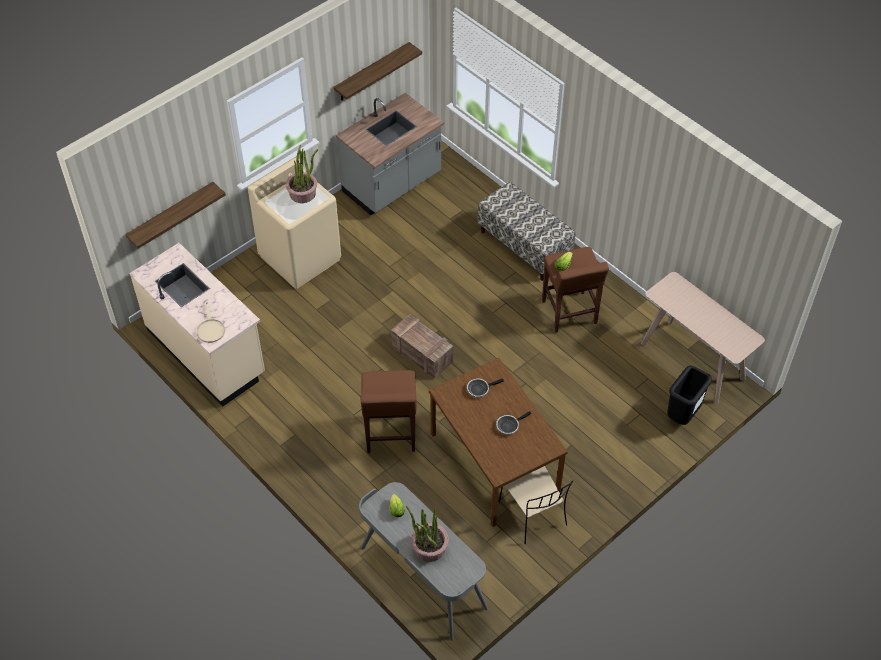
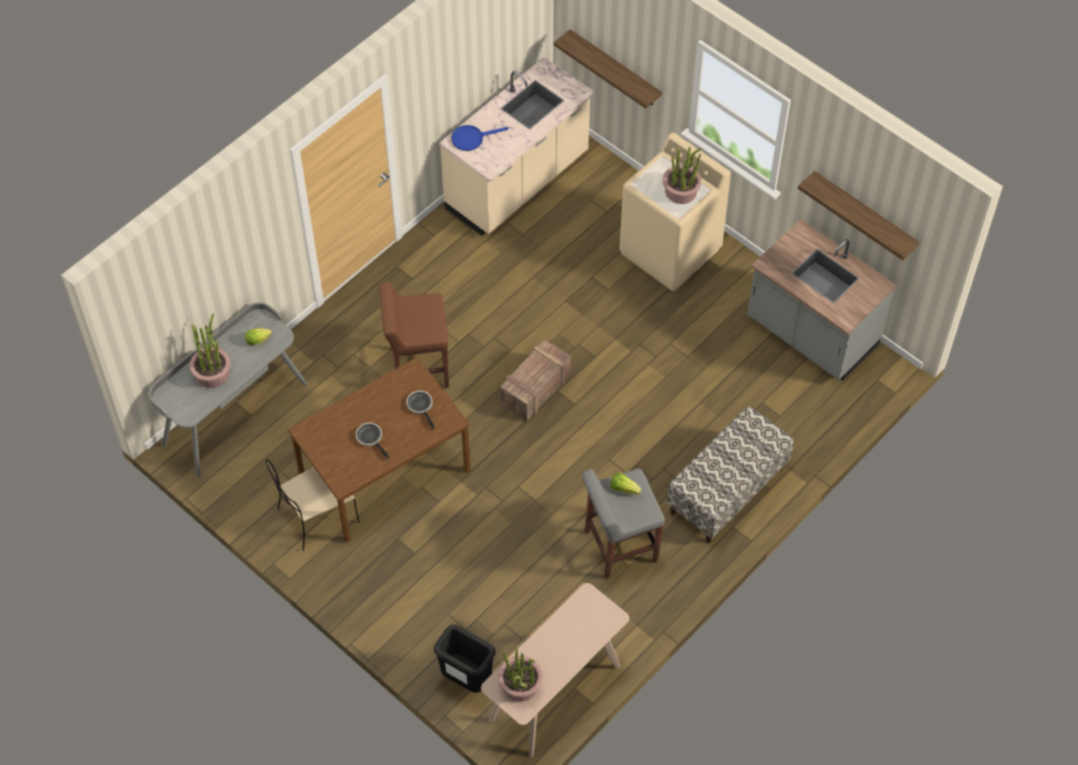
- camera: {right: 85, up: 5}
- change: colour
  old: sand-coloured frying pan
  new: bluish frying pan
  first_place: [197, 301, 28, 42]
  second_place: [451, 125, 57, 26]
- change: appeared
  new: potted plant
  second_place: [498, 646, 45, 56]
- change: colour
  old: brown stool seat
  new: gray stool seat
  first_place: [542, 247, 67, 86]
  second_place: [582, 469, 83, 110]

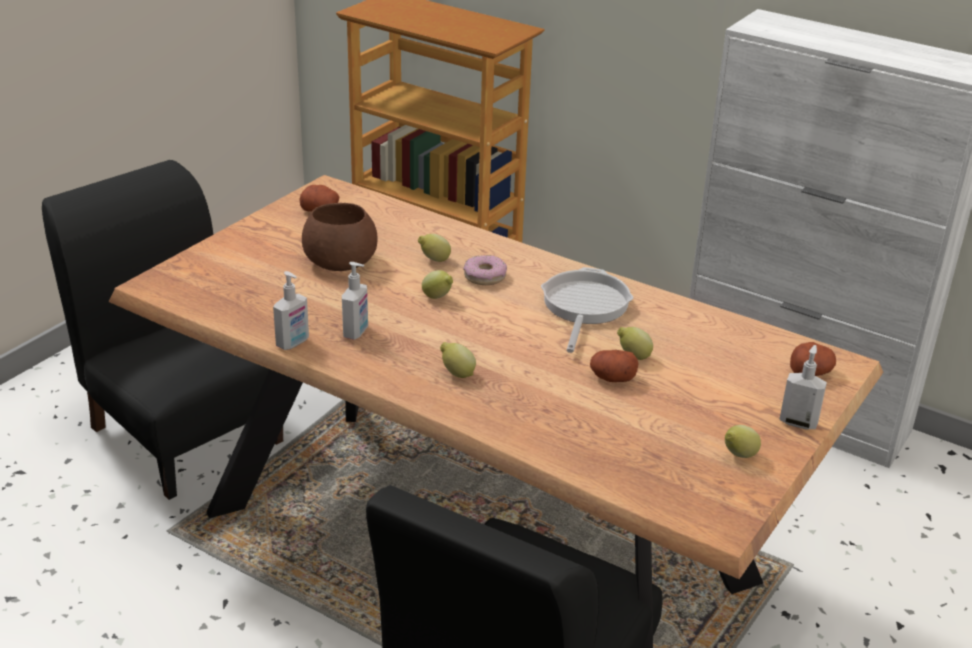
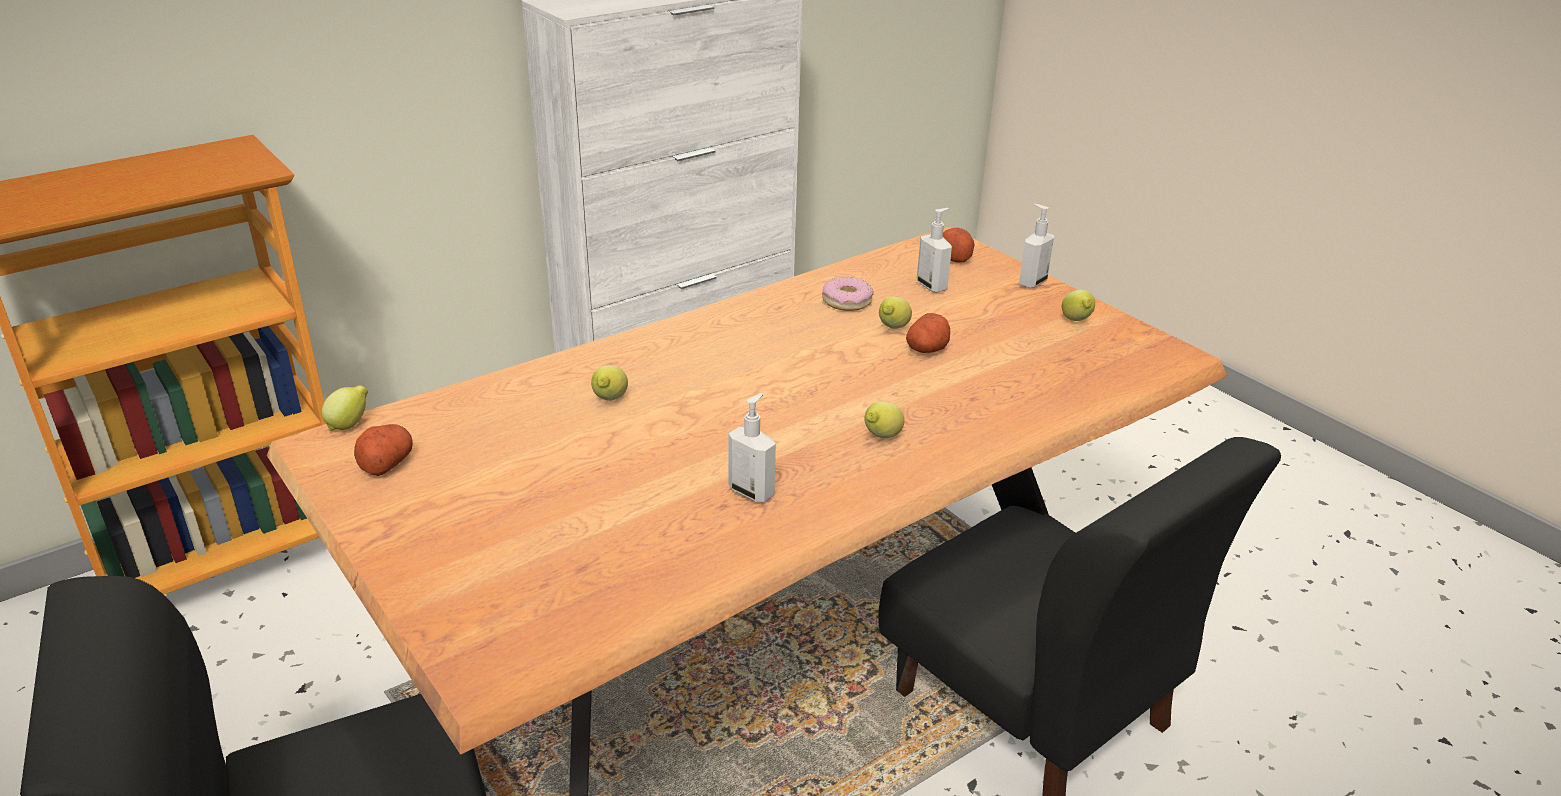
- camera: {right: -70, up: 0}
- change: relocated
  old: whole lemon
  first_place: [422, 270, 31, 29]
  second_place: [321, 385, 47, 46]
- change: relocated
  old: ring doughnut
  first_place: [463, 255, 44, 30]
  second_place: [822, 277, 52, 34]
- change: relocated
  old: soap bottle
  first_place: [273, 271, 36, 79]
  second_place: [917, 208, 35, 85]
- change: missing
  old: brown bowl
  first_place: [302, 203, 76, 68]
- change: missing
  old: frying pan
  first_place: [541, 267, 92, 86]

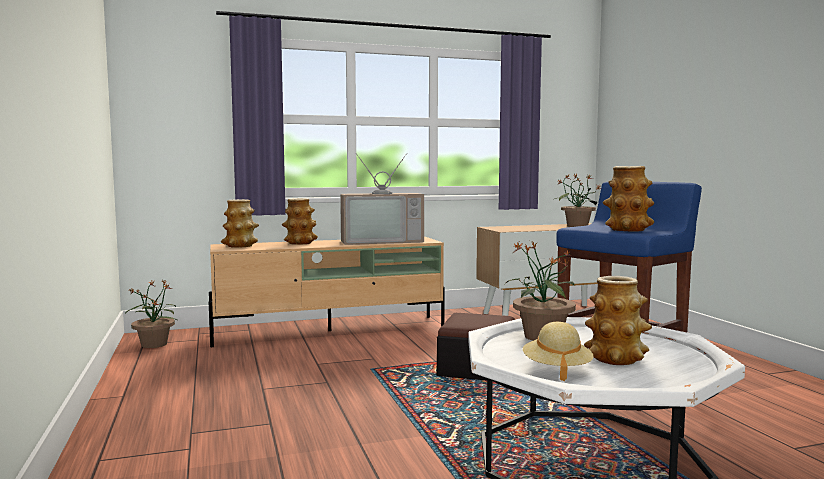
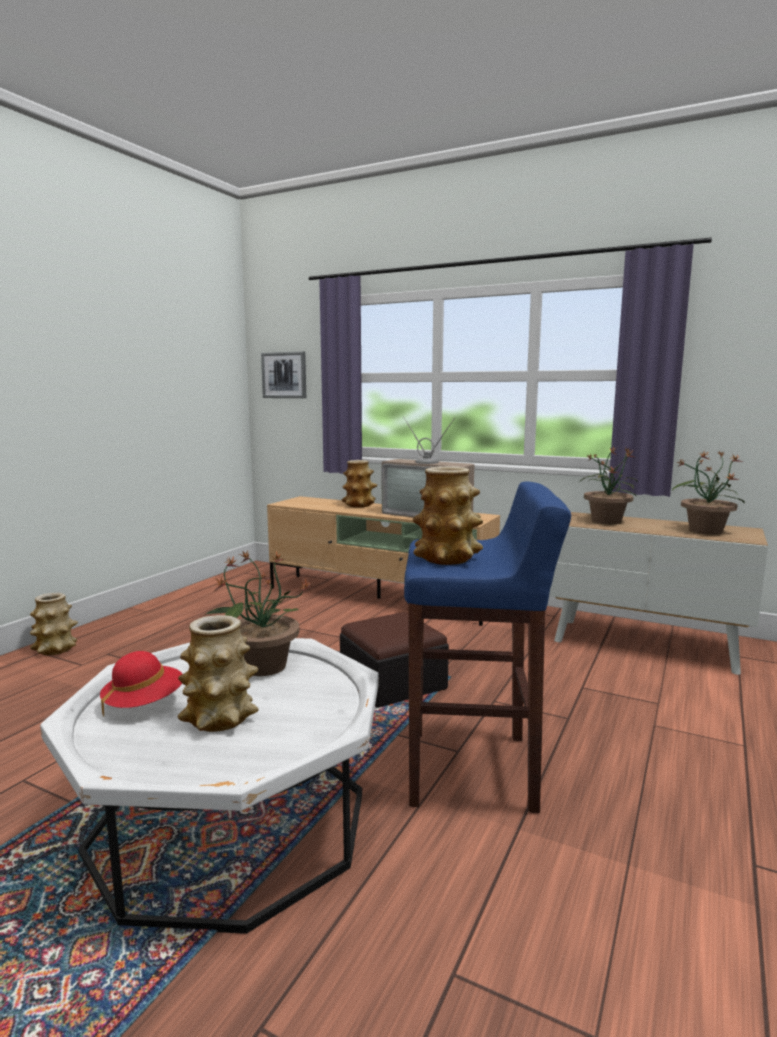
- camera: {right: 45, up: 5}
- change: relocated
  old: decorative vase
  first_place: [221, 199, 38, 49]
  second_place: [30, 593, 48, 62]
- change: colour
  old: sand-coloured wearable hat
  new: reddish wearable hat
  first_place: [523, 322, 71, 59]
  second_place: [100, 651, 82, 66]
- change: appeared
  new: picture
  second_place: [261, 352, 45, 46]
- change: relocated
  old: potted plant
  first_place: [125, 281, 53, 67]
  second_place: [579, 446, 59, 78]

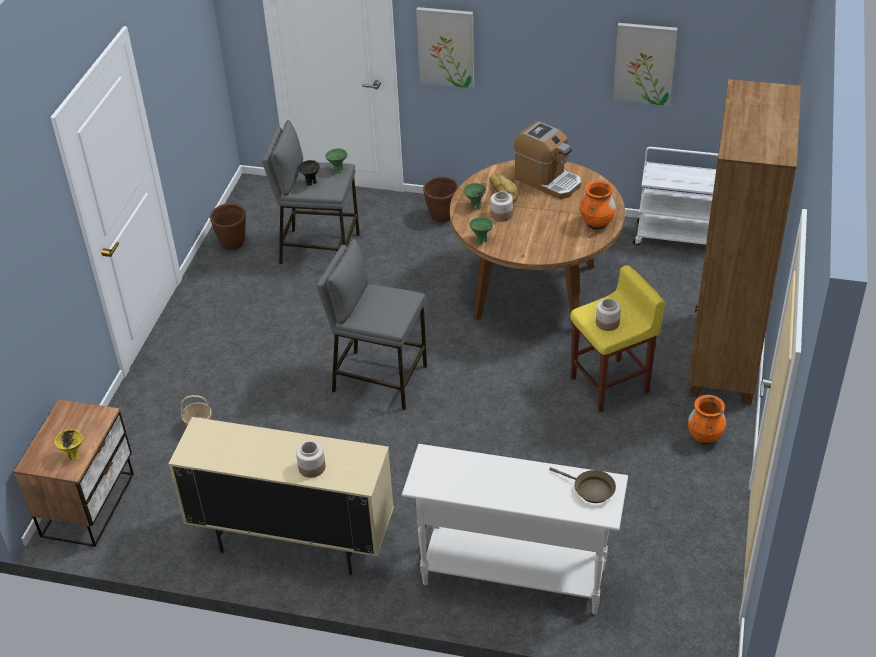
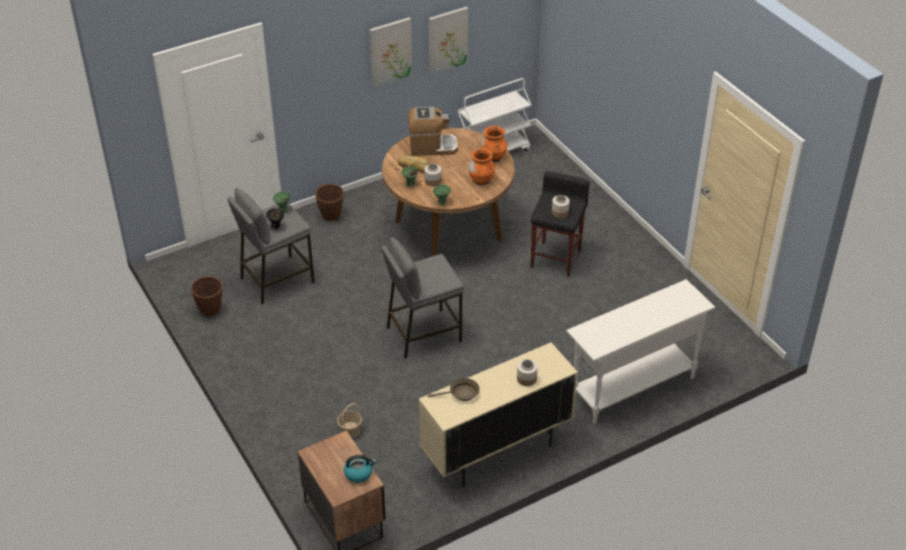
- camera: {right: -45, up: 0}
- change: exchanged
  old: yellowish bowl
  new: kettle
  first_place: [55, 430, 28, 31]
  second_place: [344, 455, 32, 28]
- change: relocated
  old: picture
  first_place: [416, 7, 58, 81]
  second_place: [370, 17, 42, 70]
- change: relocated
  old: brown frying pan
  first_place: [549, 467, 67, 36]
  second_place: [428, 378, 52, 23]
- change: relocated
  old: orange-coloured decorative vase
  first_place: [688, 395, 38, 50]
  second_place: [468, 148, 27, 37]
- change: colour
  old: yellowish stool seat
  new: black stool seat
  first_place: [570, 265, 95, 148]
  second_place: [531, 171, 59, 106]
- change: missing
  old: brown shelving unit
  first_place: [688, 79, 113, 326]

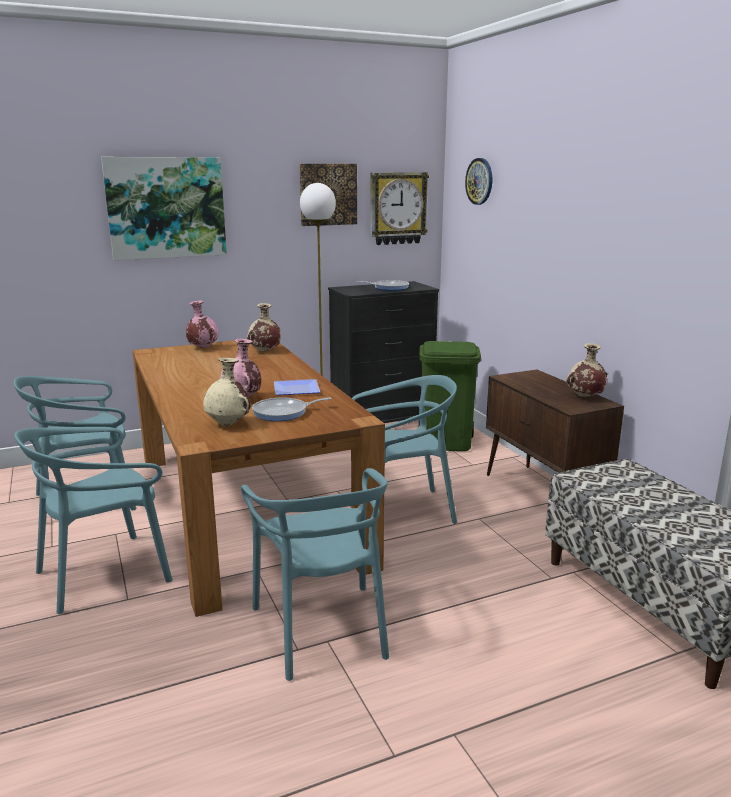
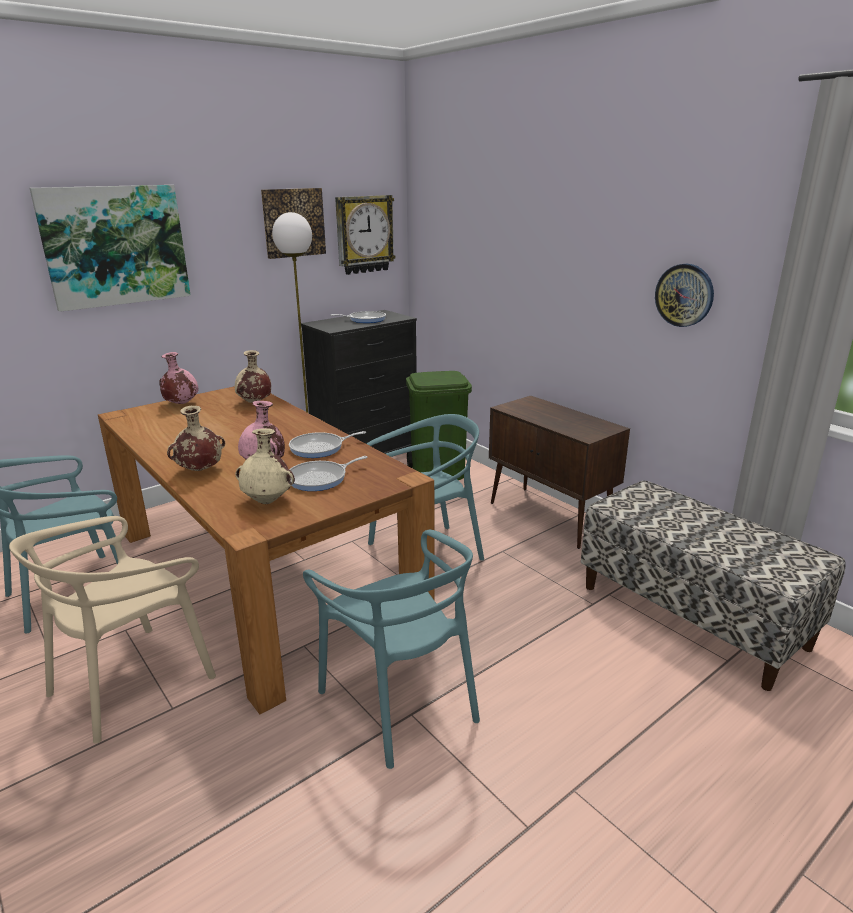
- camera: {right: -15, up: 5}
- change: colour
  old: turquoise upright chair
  new: sand-coloured upright chair
  first_place: [14, 427, 159, 187]
  second_place: [9, 516, 207, 228]
- change: relocated
  old: sand-coloured decorative vase
  first_place: [566, 343, 41, 54]
  second_place: [167, 406, 58, 65]
- change: exchanged
  old: dinner plate
  new: frying pan
  first_place: [274, 379, 46, 16]
  second_place: [289, 431, 77, 27]
- change: relocated
  old: hanging clock
  first_place: [465, 158, 27, 47]
  second_place: [655, 264, 59, 63]

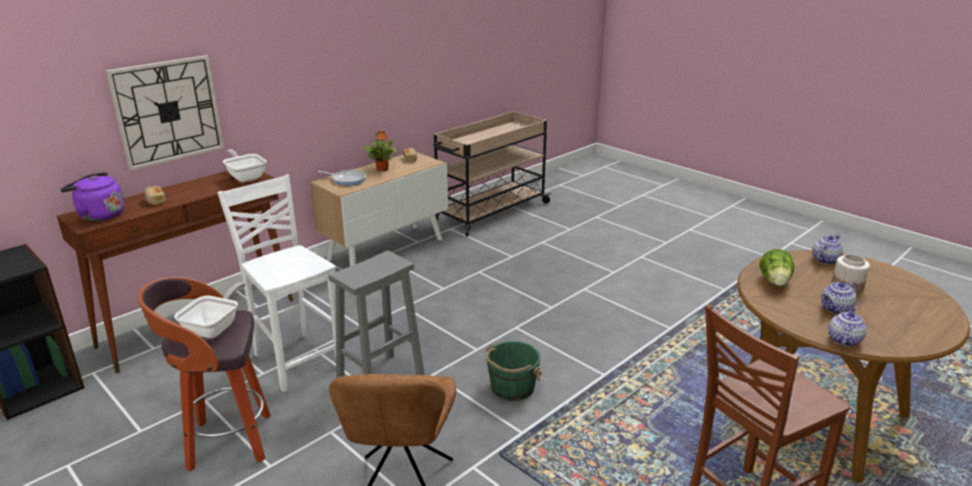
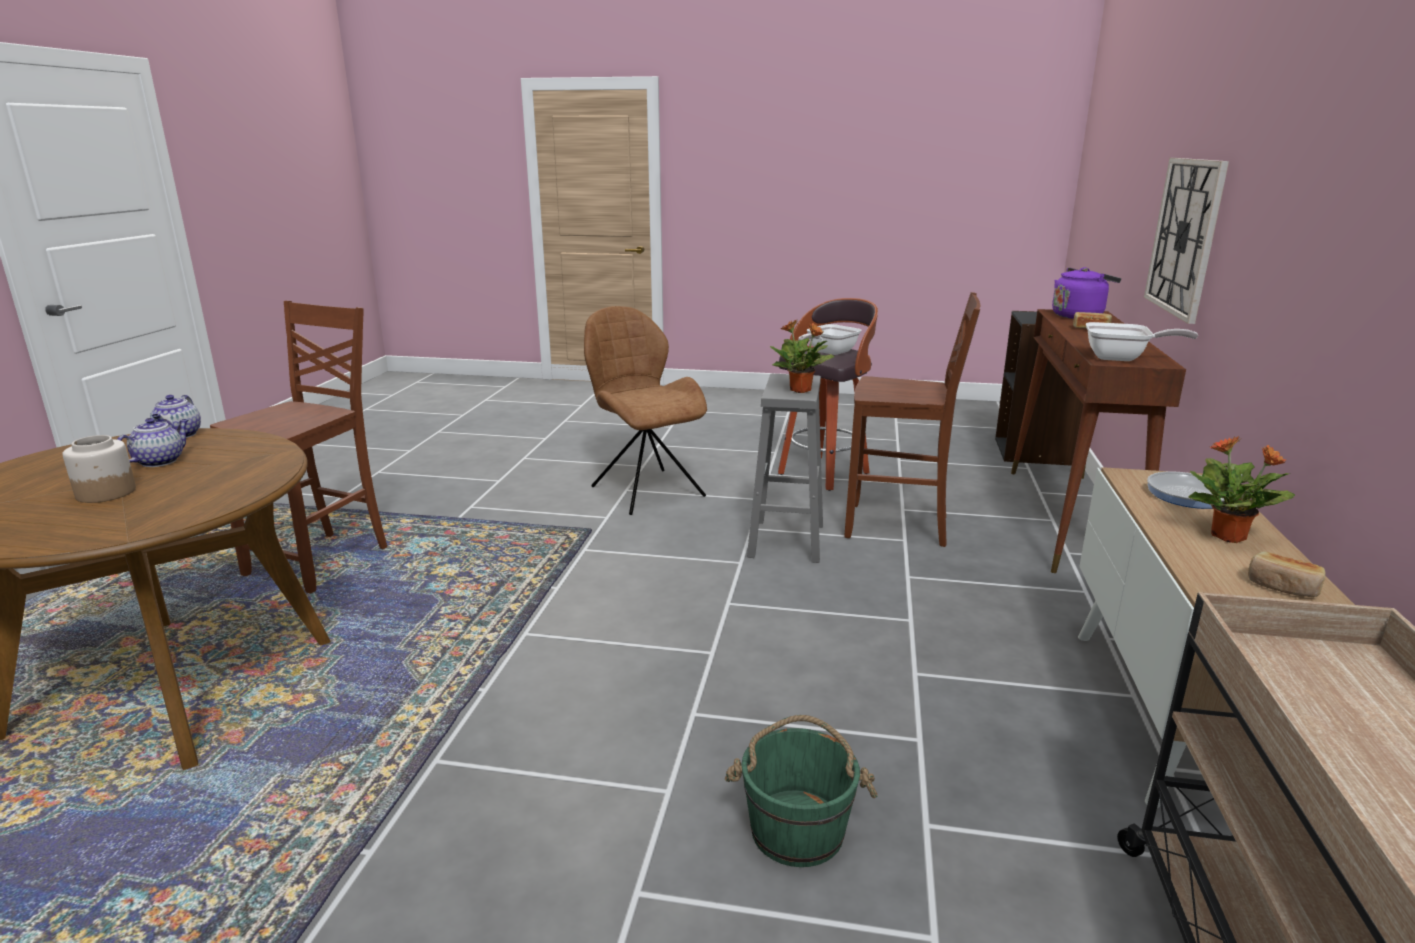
- camera: {right: 145, up: -5}
- change: relocated
  old: green-coloured bucket
  first_place: [486, 341, 56, 60]
  second_place: [725, 715, 152, 152]
- change: appeared
  new: potted plant
  second_place: [770, 320, 65, 73]
- change: spun
  old: frying pan
  first_place: [174, 282, 72, 57]
  second_place: [798, 324, 63, 31]
  degrees: 60
- change: colour
  old: whitish upright chair
  new: brown upright chair
  first_place: [217, 174, 119, 218]
  second_place: [845, 292, 135, 255]
- change: missing
  old: lettuce head
  first_place: [759, 249, 36, 37]
- change: missing
  old: teapot
  first_place: [812, 235, 31, 30]

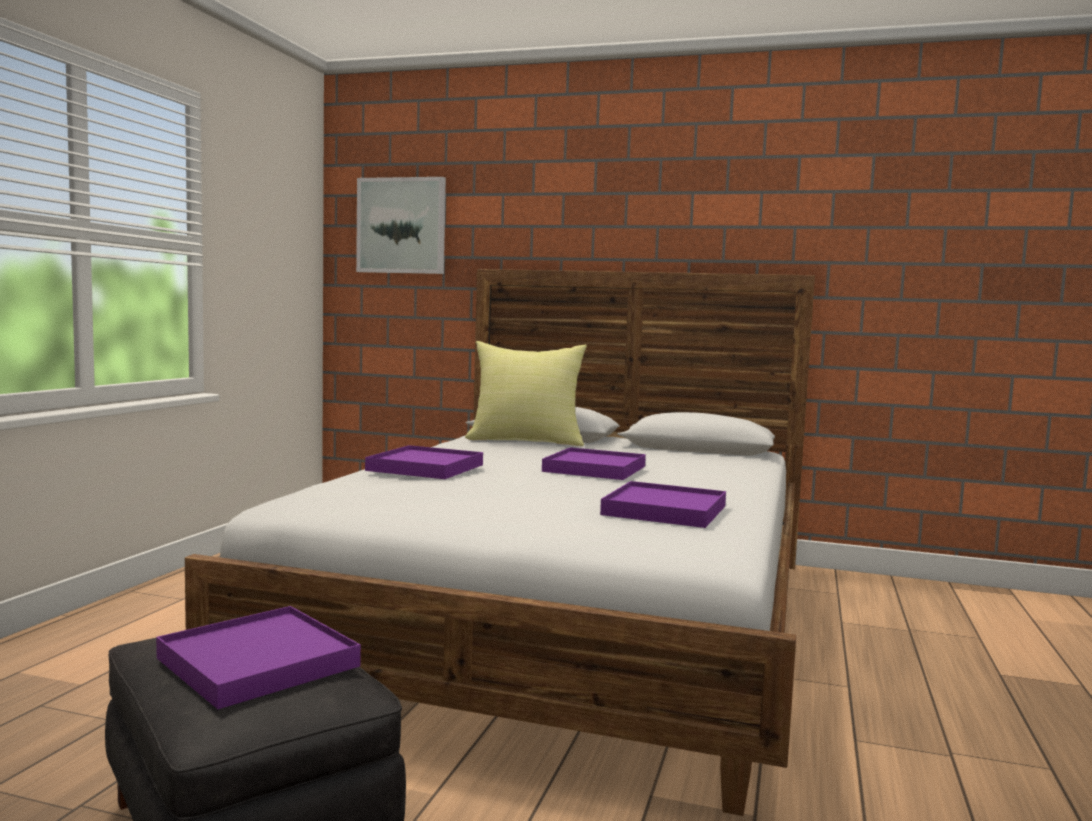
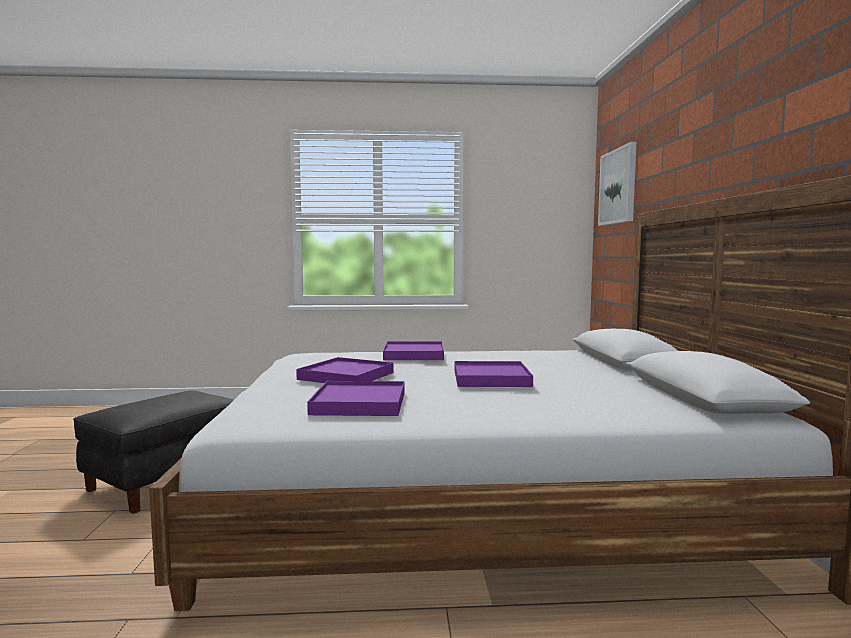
- camera: {right: 70, up: 0}
- change: relocated
  old: purple-coloured serving tray
  first_place: [156, 606, 205, 103]
  second_place: [296, 357, 98, 26]
- change: missing
  old: yellowish cushion
  first_place: [465, 341, 122, 105]

